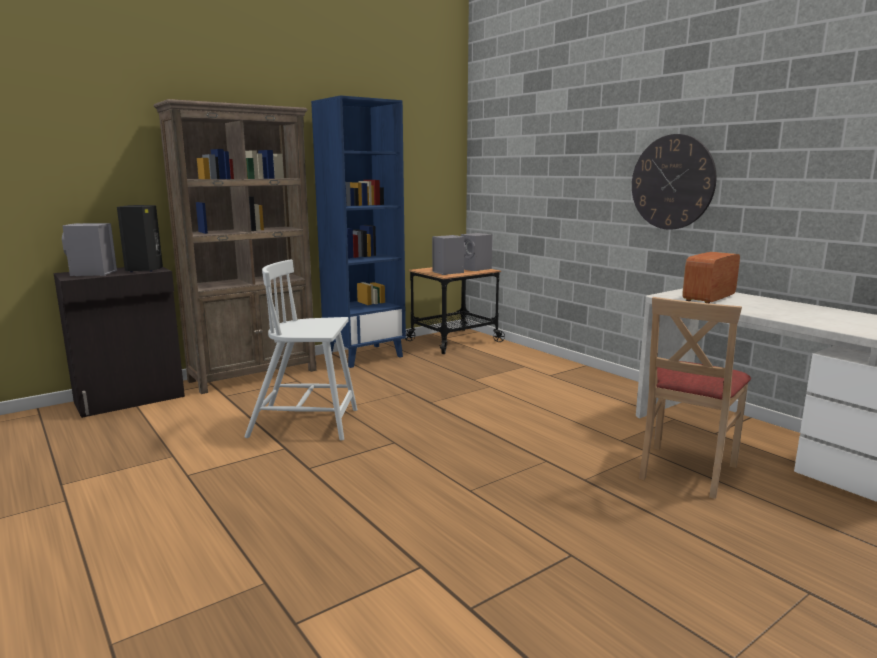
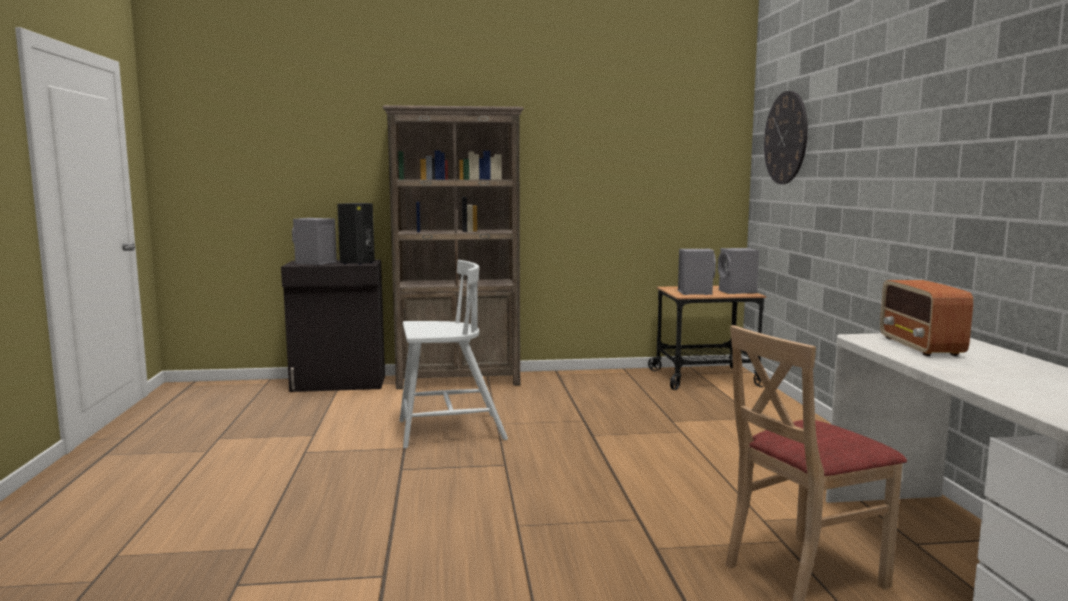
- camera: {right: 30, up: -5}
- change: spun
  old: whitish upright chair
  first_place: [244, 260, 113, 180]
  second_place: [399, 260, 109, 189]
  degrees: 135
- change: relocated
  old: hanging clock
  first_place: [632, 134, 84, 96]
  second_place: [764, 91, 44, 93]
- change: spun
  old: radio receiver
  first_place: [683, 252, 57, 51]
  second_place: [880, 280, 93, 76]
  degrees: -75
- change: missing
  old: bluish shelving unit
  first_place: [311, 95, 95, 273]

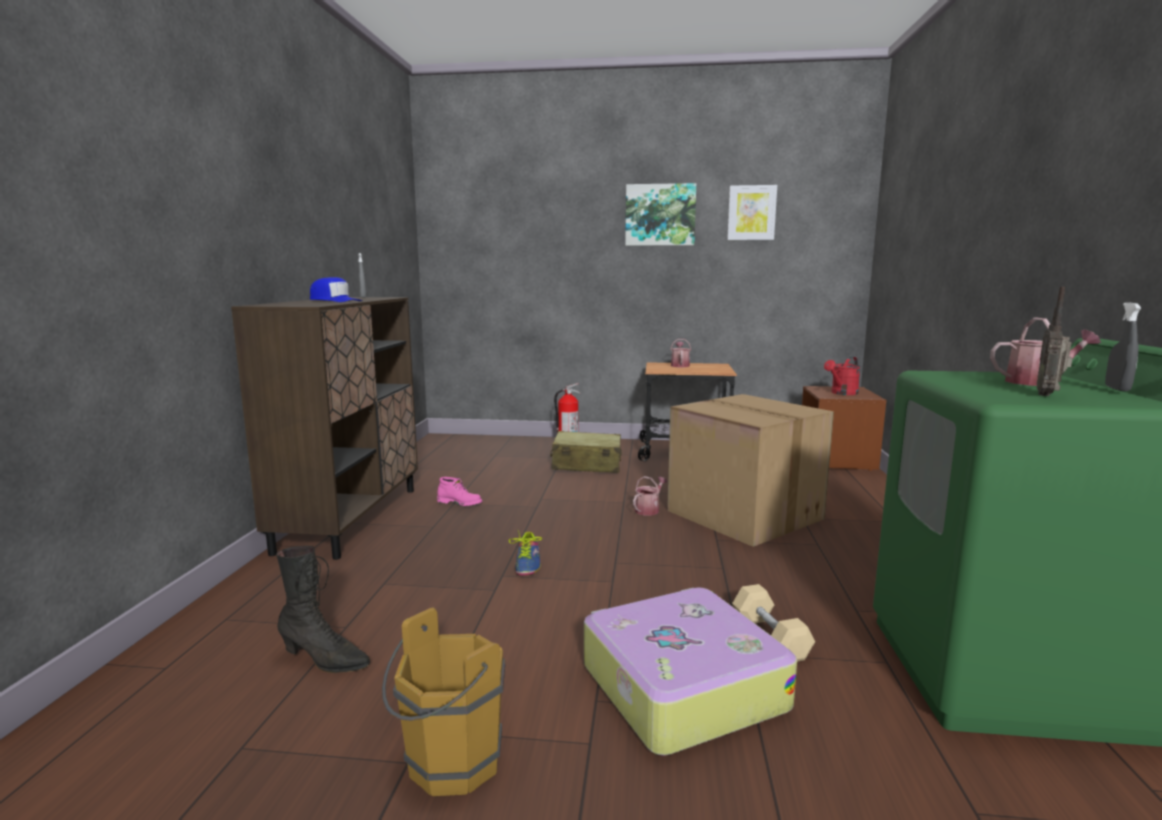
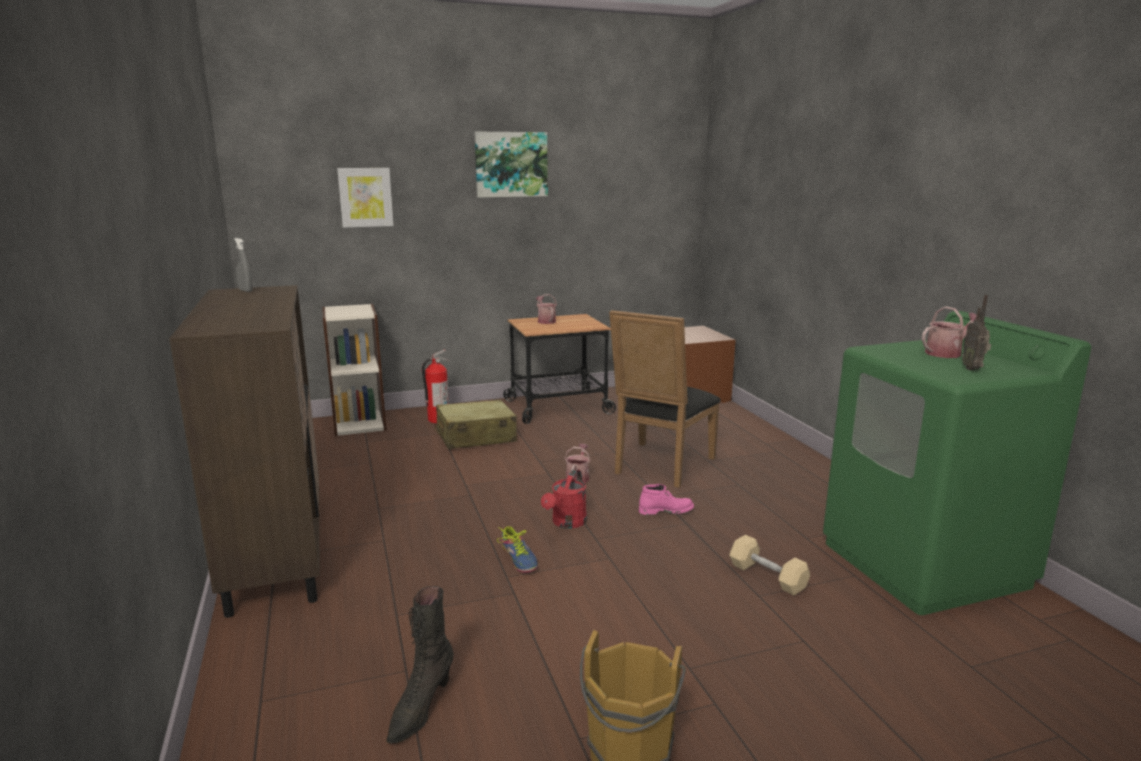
- camera: {right: -25, up: 5}
- change: appeared
  new: shelving unit
  second_place: [322, 304, 64, 132]
- change: relocated
  old: picture
  first_place: [727, 185, 50, 55]
  second_place: [337, 168, 57, 60]
- change: spun
  old: black tall boot
  first_place: [276, 546, 94, 127]
  second_place: [386, 586, 68, 158]
  degrees: 120
- change: relocated
  old: reddish watering can
  first_place: [824, 357, 36, 38]
  second_place: [541, 469, 46, 60]
- change: exchanged
  old: carton
  new: black upright chair
  first_place: [667, 394, 167, 153]
  second_place: [609, 310, 112, 178]
- change: relocated
  old: pinkish tall boot
  first_place: [437, 477, 45, 29]
  second_place: [639, 484, 55, 31]
- change: missing
  old: bluish peaked cap
  first_place: [310, 277, 53, 25]
- change: missing
  old: piece of luggage
  first_place: [584, 587, 213, 169]
- change: missing
  old: gray hand sprayer
  first_place: [1105, 302, 36, 89]

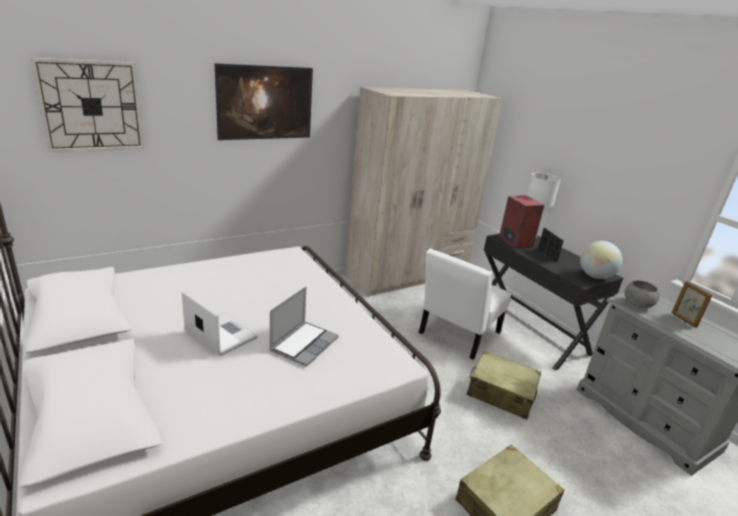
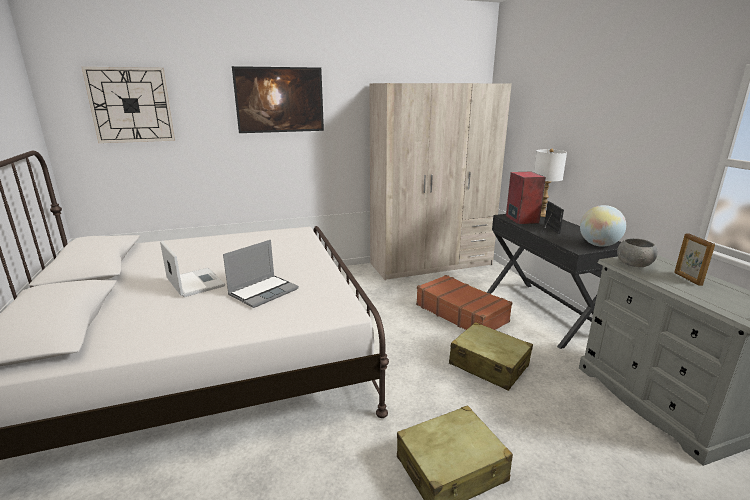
- camera: {right: 15, up: -5}
- change: exchanged
  old: whitish upright chair
  new: brown piece of luggage
  first_place: [419, 248, 92, 111]
  second_place: [416, 275, 96, 55]

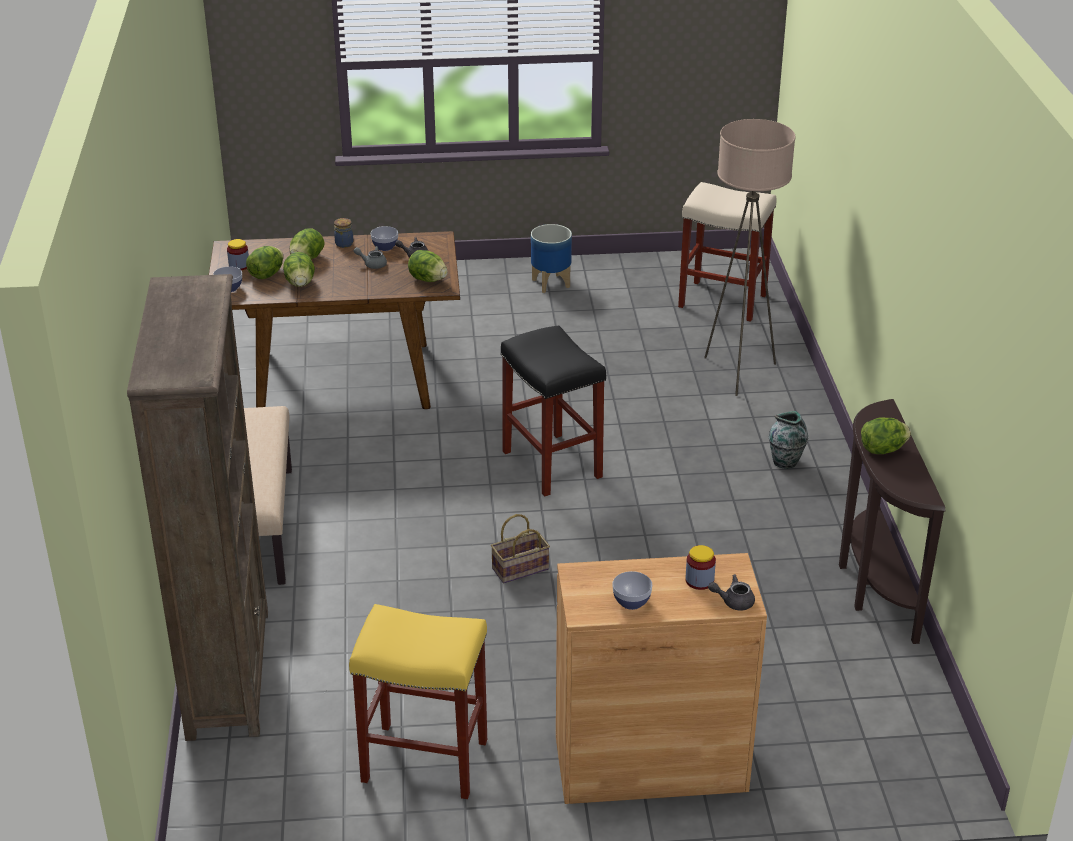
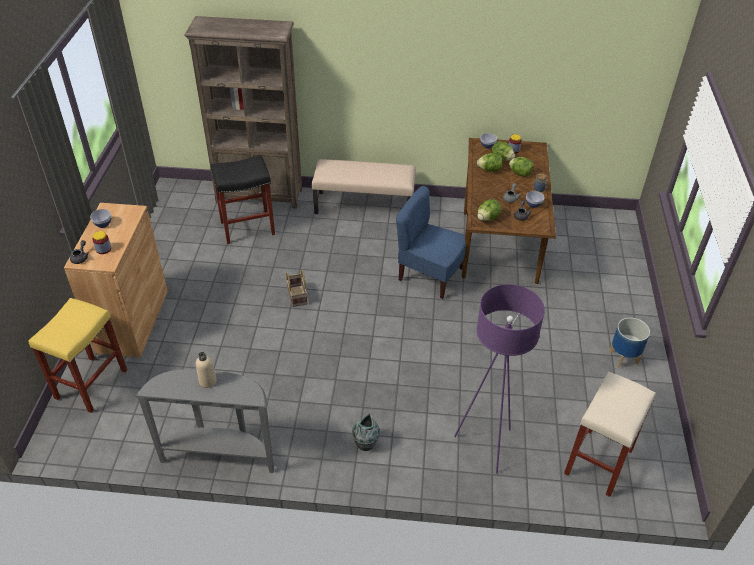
- camera: {right: 100, up: 10}
- change: relocated
  old: yellowish stool seat
  first_place: [349, 604, 138, 195]
  second_place: [28, 298, 99, 115]
- change: colour
  old: brown narrow table
  new: gray narrow table
  first_place: [839, 399, 106, 245]
  second_place: [135, 369, 139, 104]
- change: exchanged
  old: lettuce head
  new: sand-coloured drink bottle
  first_place: [861, 418, 50, 36]
  second_place: [196, 352, 21, 36]
- change: relocated
  old: black stool seat
  first_place: [500, 325, 106, 172]
  second_place: [211, 155, 64, 89]
- change: appeared
  new: bluish upright chair
  second_place: [396, 186, 70, 113]
- change: colour
  old: sand-coloured standard lamp
  new: purple-coloured standard lamp
  first_place: [704, 119, 92, 277]
  second_place: [454, 284, 91, 190]

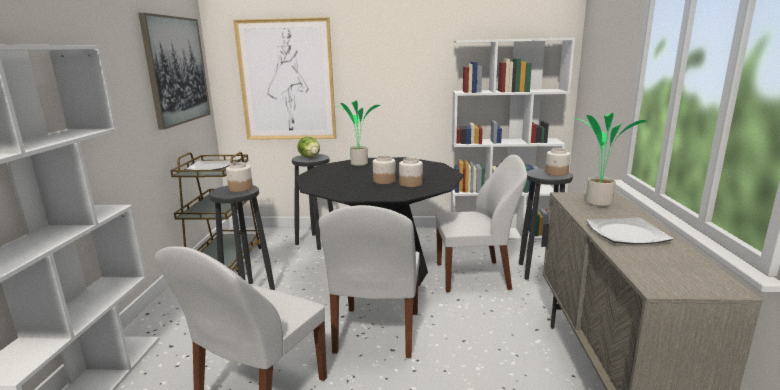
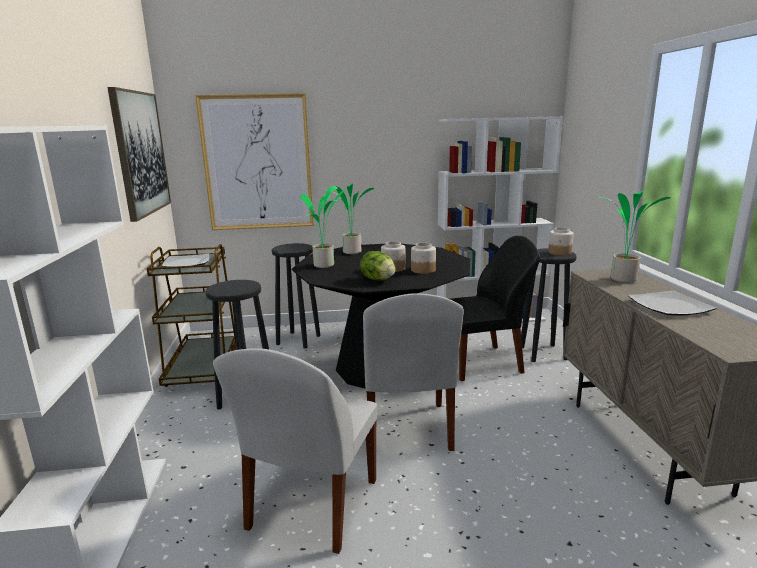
- camera: {right: -10, up: 0}
- change: appeared
  new: potted plant
  second_place: [300, 186, 46, 82]
- change: relocated
  old: lettuce head
  first_place: [297, 137, 23, 21]
  second_place: [360, 251, 36, 29]
- change: colour
  old: whitish upright chair
  new: black upright chair
  first_place: [436, 155, 91, 137]
  second_place: [450, 236, 90, 145]
- change: missing
  old: preserve jar
  first_place: [226, 162, 27, 30]

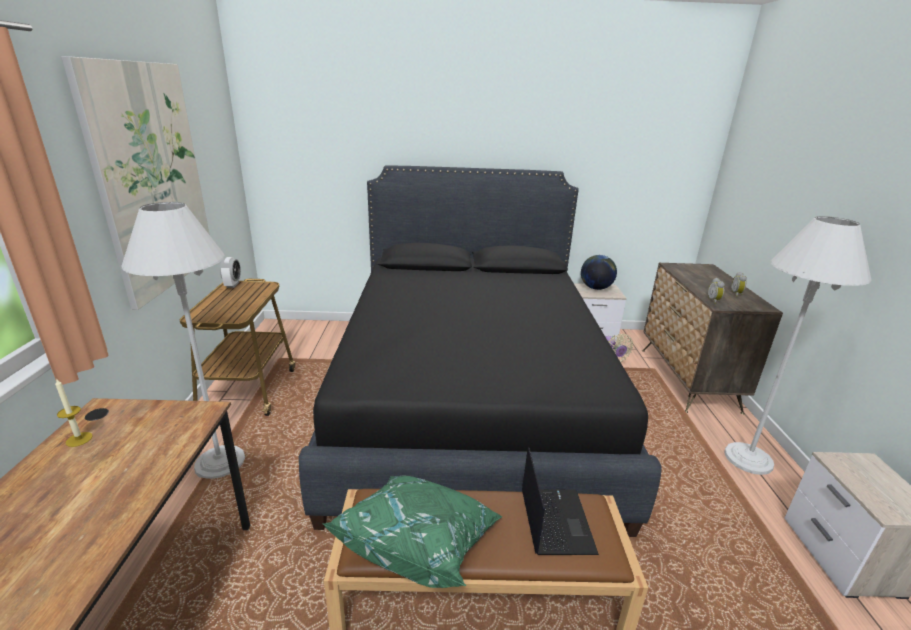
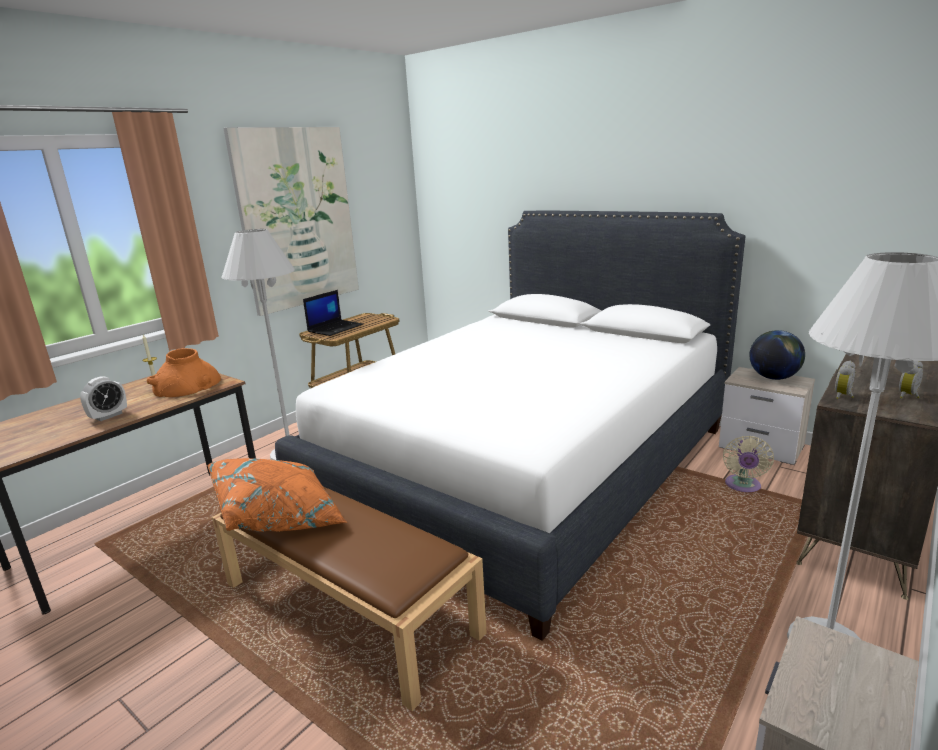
- camera: {right: 40, up: -5}
- change: relocated
  old: table clock
  first_place: [220, 257, 21, 31]
  second_place: [80, 376, 47, 45]
- change: appeared
  new: orange-coloured decorative vase
  second_place: [147, 348, 74, 49]
- change: colour
  old: green-coloured cushion
  new: orange-coloured cushion
  first_place: [322, 476, 181, 112]
  second_place: [207, 458, 140, 74]
- change: colour
  old: black bedroom bed
  new: whitish bedroom bed
  first_place: [299, 165, 362, 372]
  second_place: [275, 211, 470, 430]
- change: relocated
  old: notebook computer
  first_place: [522, 447, 77, 108]
  second_place: [303, 290, 60, 46]

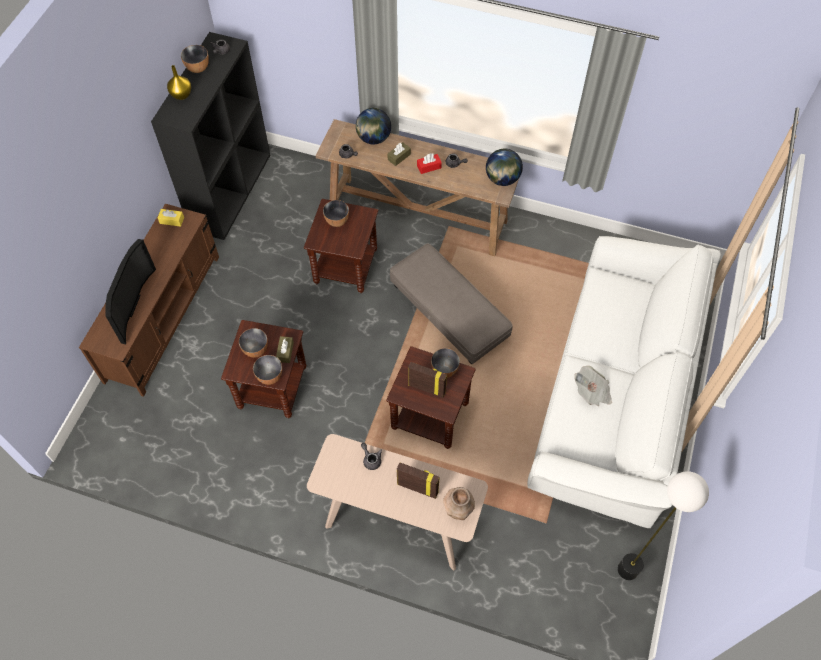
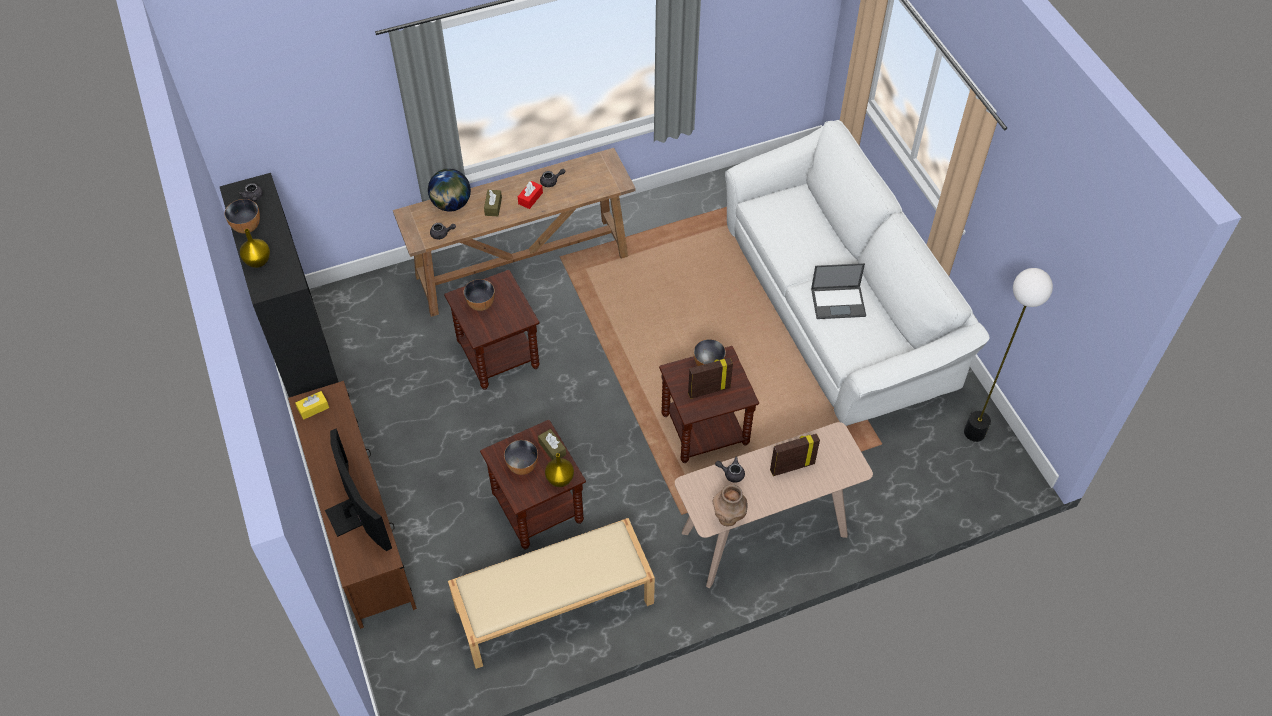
- camera: {right: -40, up: -5}
- change: appeared
  new: sand-coloured long seat
  second_place: [448, 518, 207, 151]
- change: exchanged
  old: bowl
  new: yellowish decorative vase
  first_place: [253, 355, 29, 30]
  second_place: [545, 453, 29, 34]
- change: relocated
  old: brown decorative vase
  first_place: [443, 487, 32, 33]
  second_place: [713, 484, 35, 42]
- change: exchanged
  old: daily paper
  new: notebook computer
  first_place: [574, 366, 38, 40]
  second_place: [811, 263, 55, 56]
- change: missing
  old: gray footrest
  first_place: [390, 244, 123, 121]
- change: missing
  old: desk globe
  first_place: [486, 148, 37, 38]

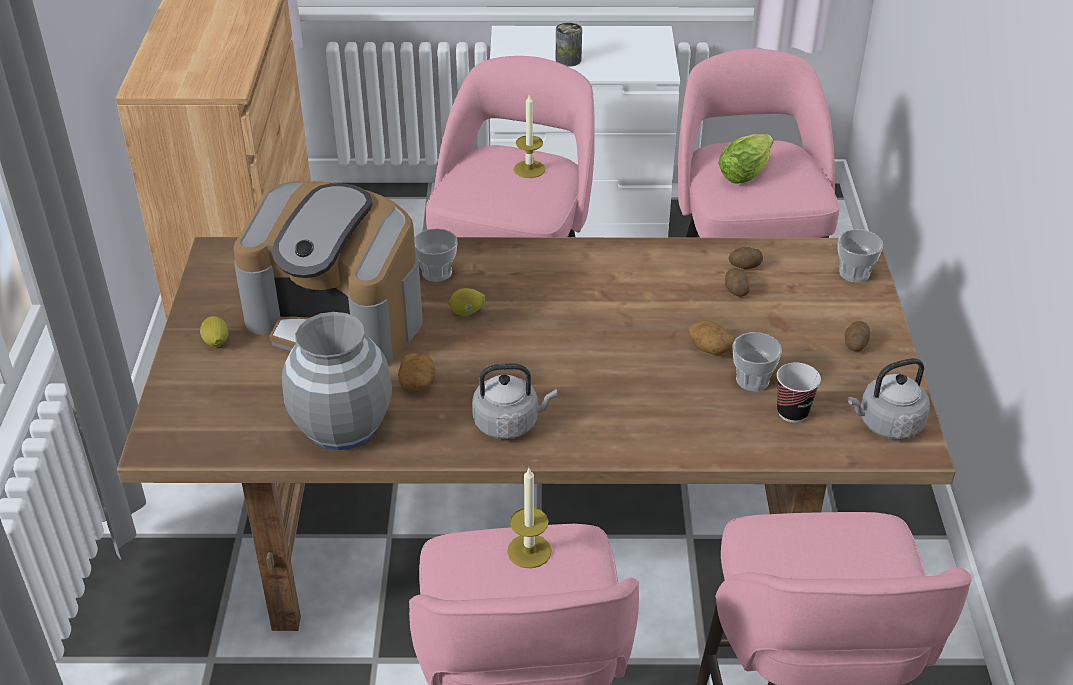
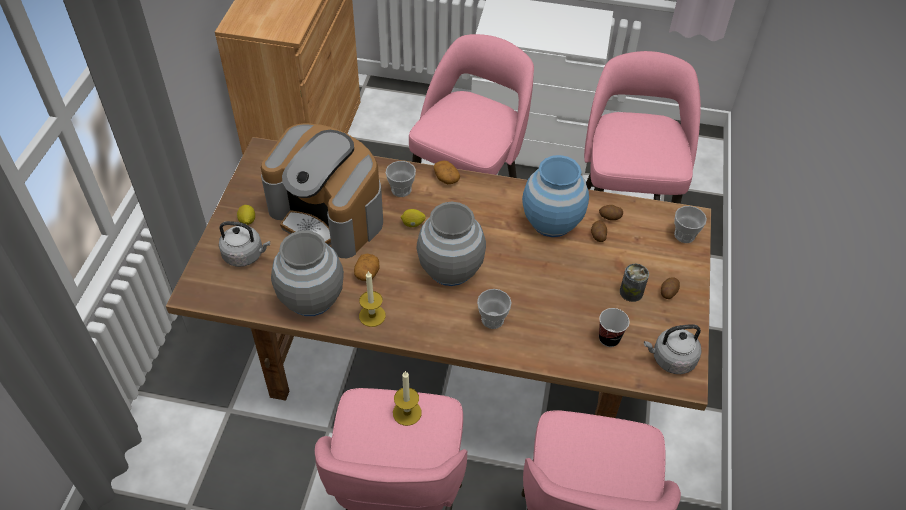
- camera: {right: 10, up: 10}
- change: relocated
  old: gray kettle
  first_place: [472, 364, 86, 75]
  second_place: [219, 221, 51, 46]
- change: relocated
  old: wax light
  first_place: [514, 95, 31, 83]
  second_place: [359, 271, 27, 56]
- change: appeared
  new: gray decorative vase
  second_place: [417, 202, 69, 84]
- change: relocated
  old: potato
  first_place: [688, 320, 47, 35]
  second_place: [434, 160, 26, 24]
- change: relocated
  old: drinking cup
  first_place: [732, 332, 50, 59]
  second_place: [477, 289, 35, 40]
- change: appeared
  new: bluish decorative vase
  second_place: [522, 155, 67, 82]
- change: relocated
  old: sealed can
  first_place: [556, 23, 26, 44]
  second_place: [620, 264, 29, 38]
- change: missing
  old: lettuce head
  first_place: [718, 134, 55, 50]

